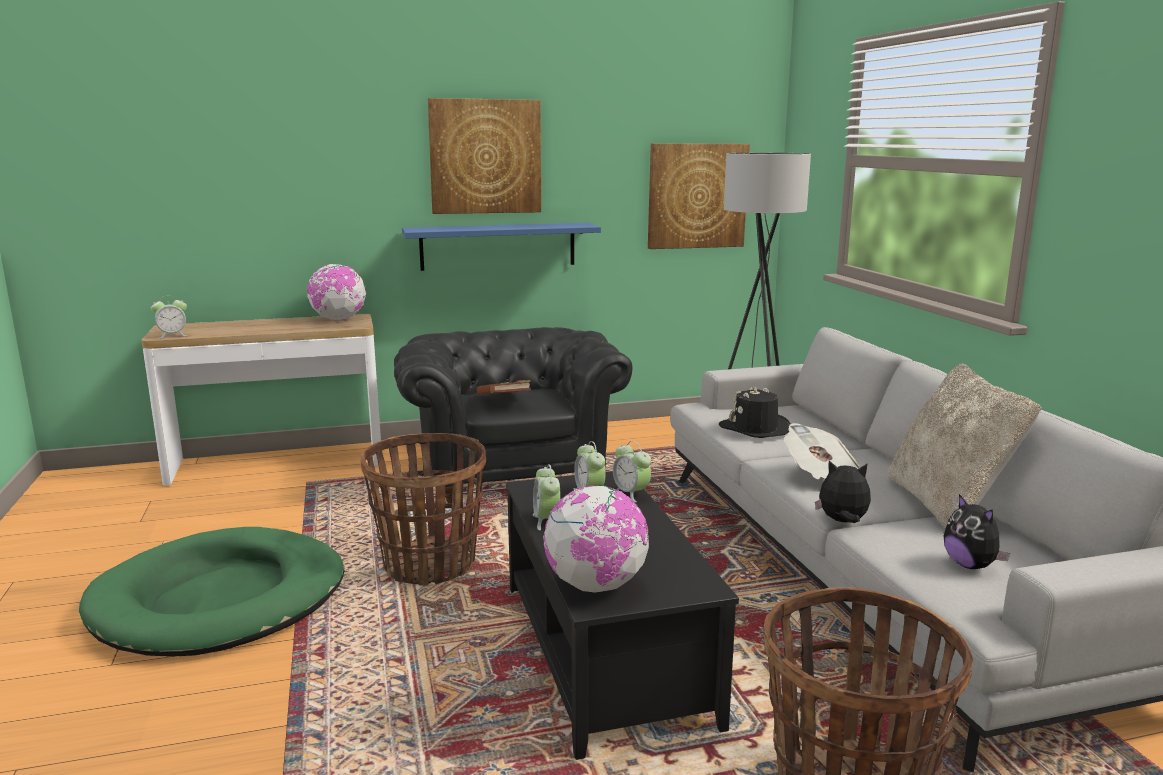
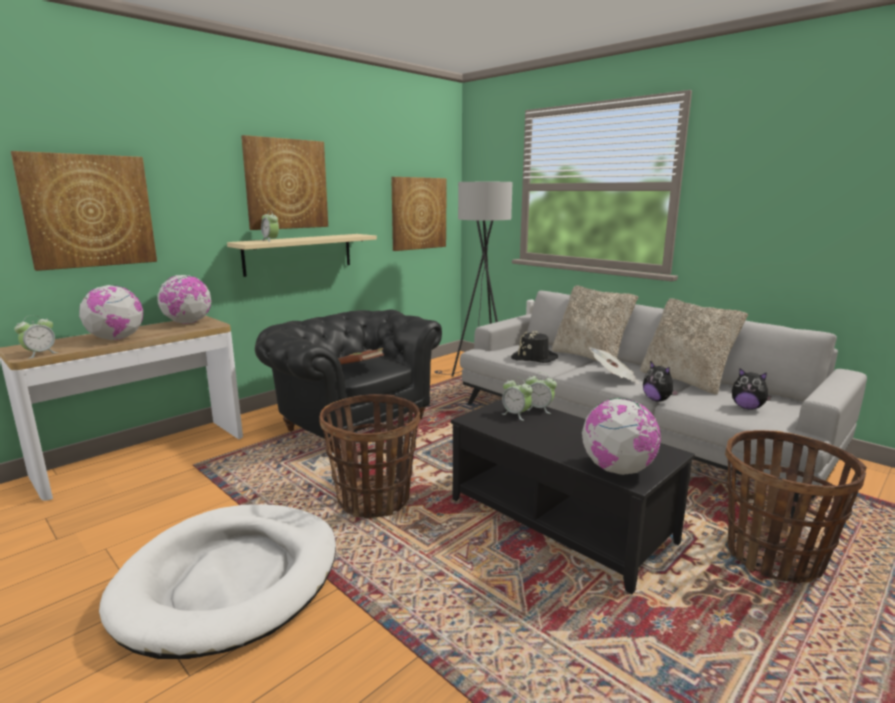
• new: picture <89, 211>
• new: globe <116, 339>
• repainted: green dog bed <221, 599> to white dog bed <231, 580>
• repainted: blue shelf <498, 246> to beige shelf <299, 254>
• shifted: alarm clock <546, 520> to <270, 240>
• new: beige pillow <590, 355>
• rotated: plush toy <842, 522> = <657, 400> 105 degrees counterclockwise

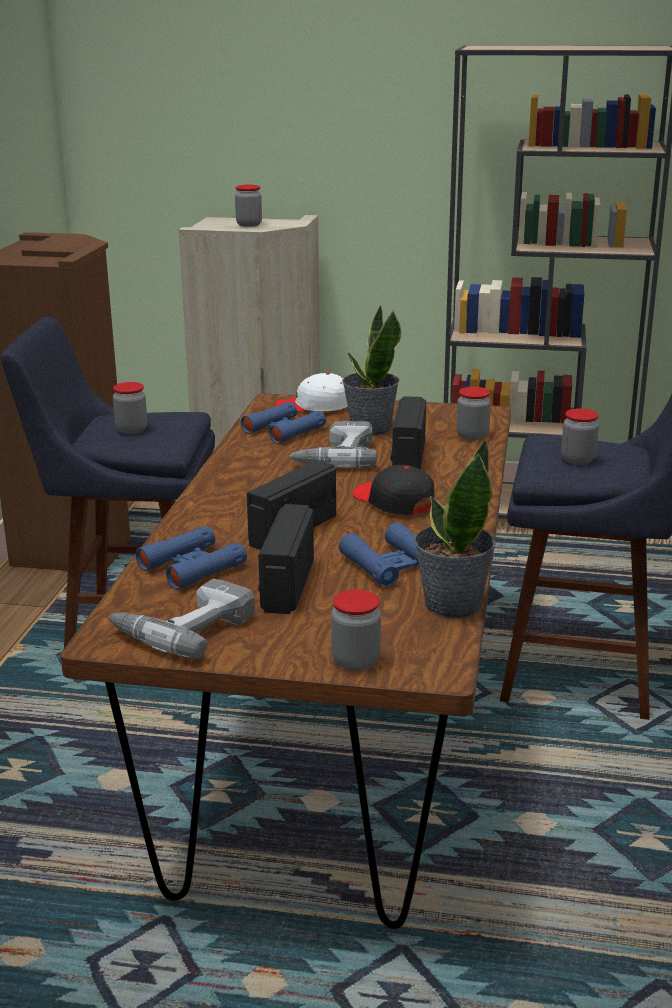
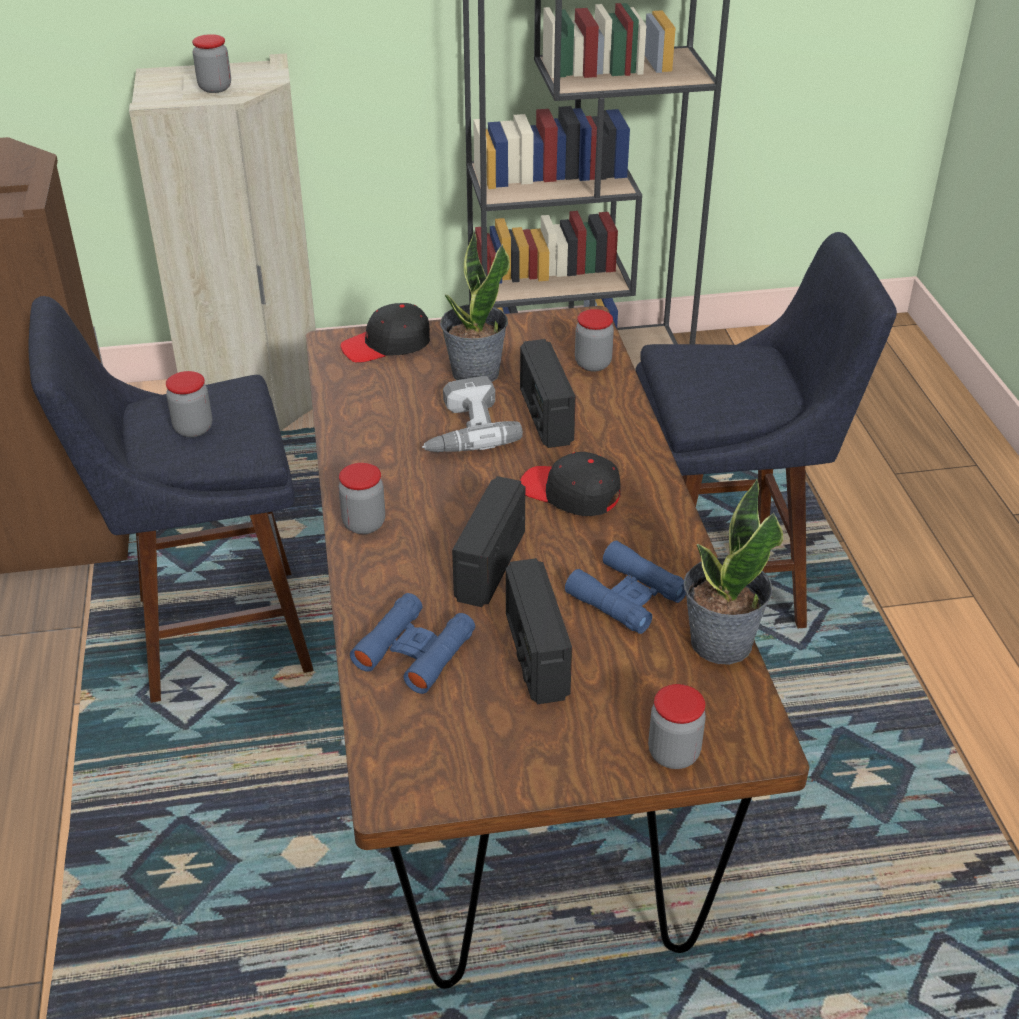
• shifted: jar <578, 460> to <364, 524>
• repainted: white cap <313, 406> to black cap <387, 345>
• gone: power drill <183, 628>
• gone: blue binoculars <284, 430>

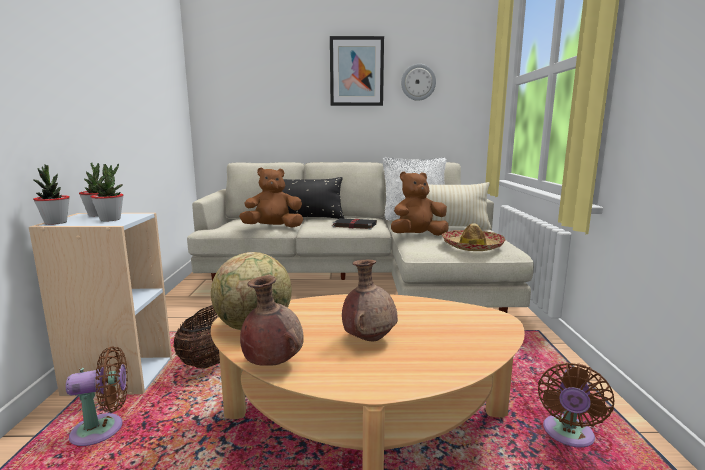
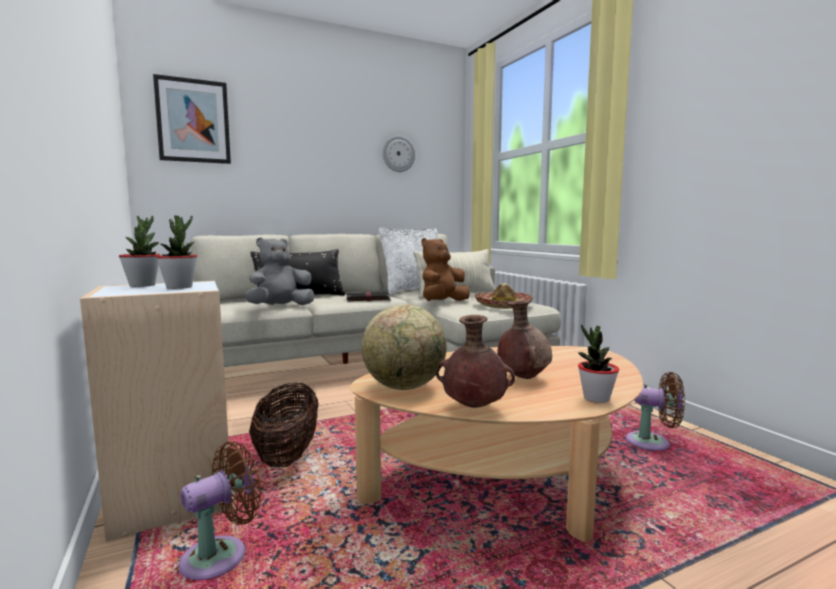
• shifted: picture <356, 71> to <193, 121>
• repainted: brown plush toy <273, 228> to grey plush toy <280, 307>
• shifted: potted plant <55, 222> to <596, 398>
• rotated: brown fan <567, 436> = <653, 443> 75 degrees counterclockwise

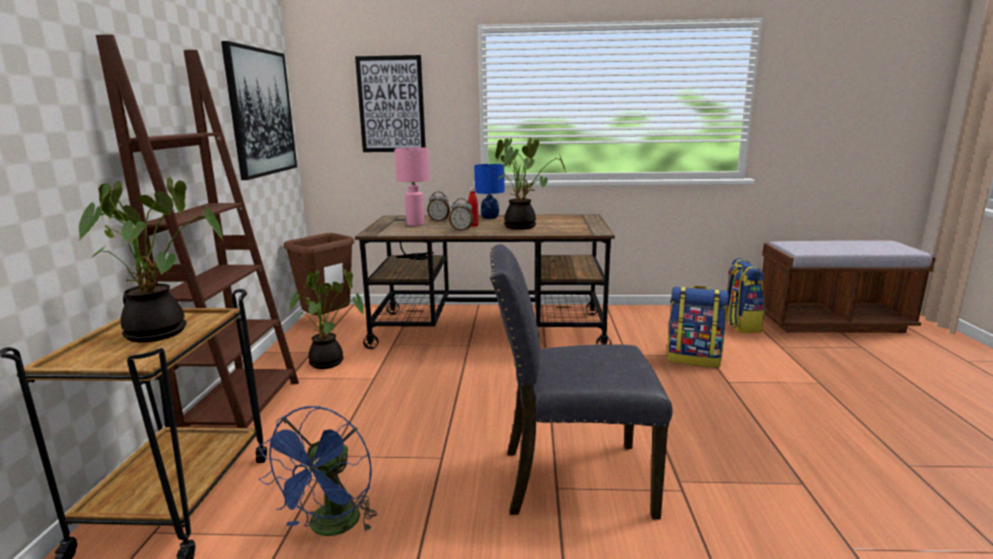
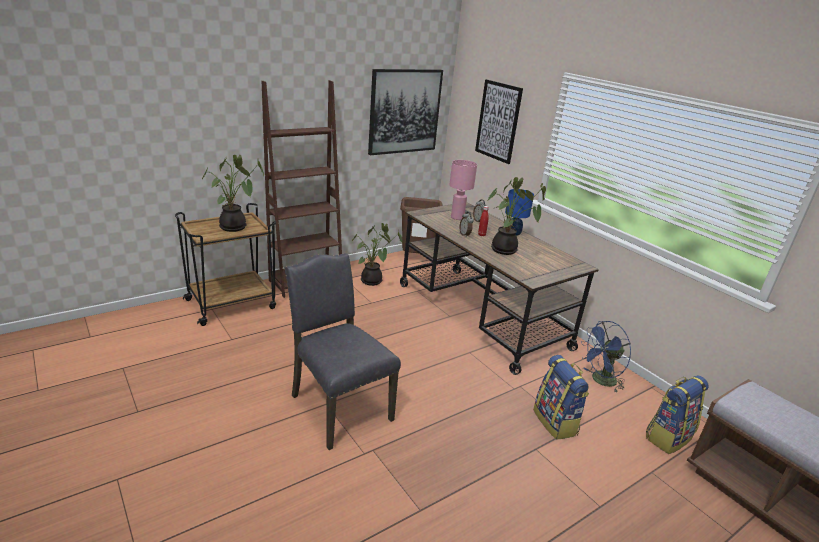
• shifted: blue fan <330, 528> to <600, 381>

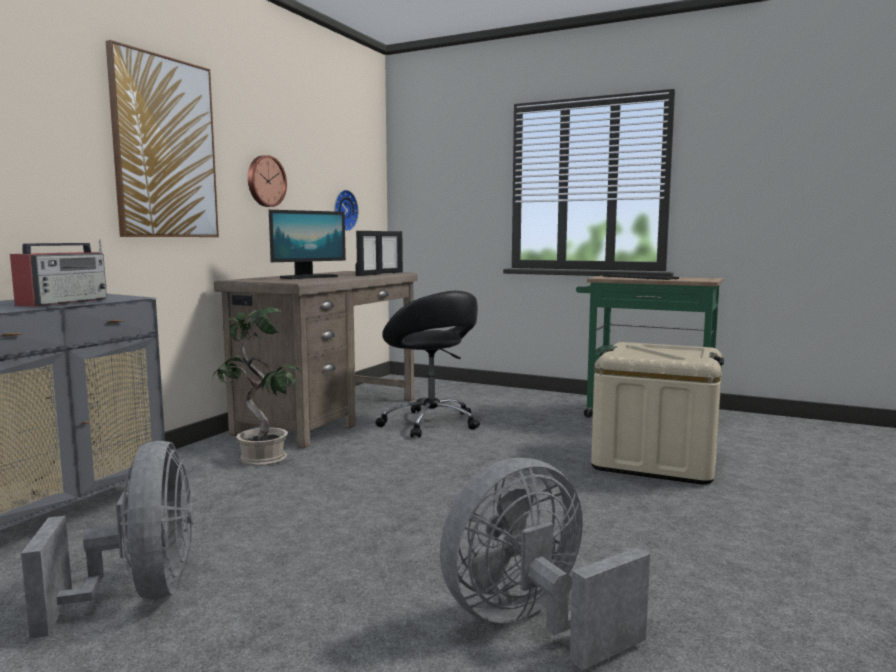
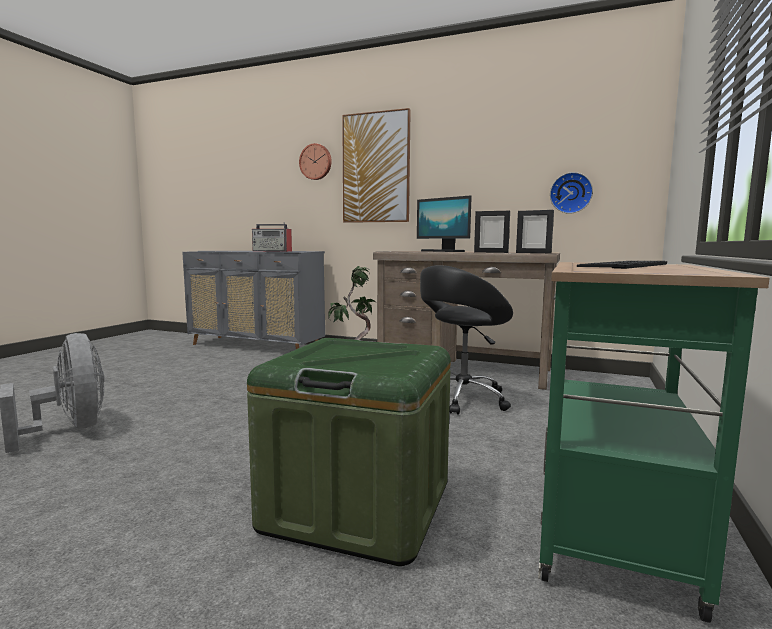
• repainted: beige storage box <655, 460> to green storage box <358, 505>
• shifted: wall clock <265, 181> to <316, 162>
• gone: grey fan <140, 594>

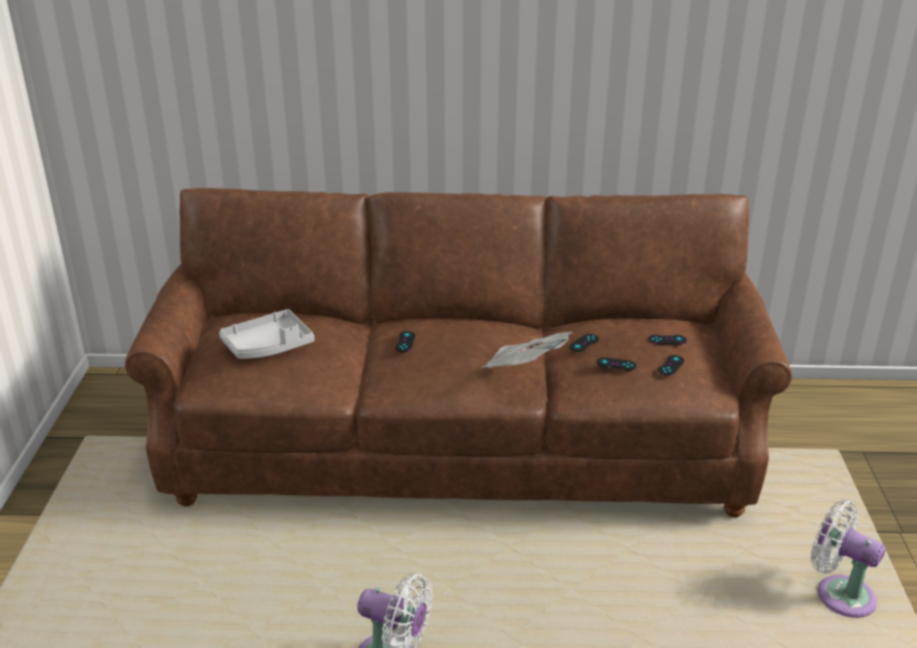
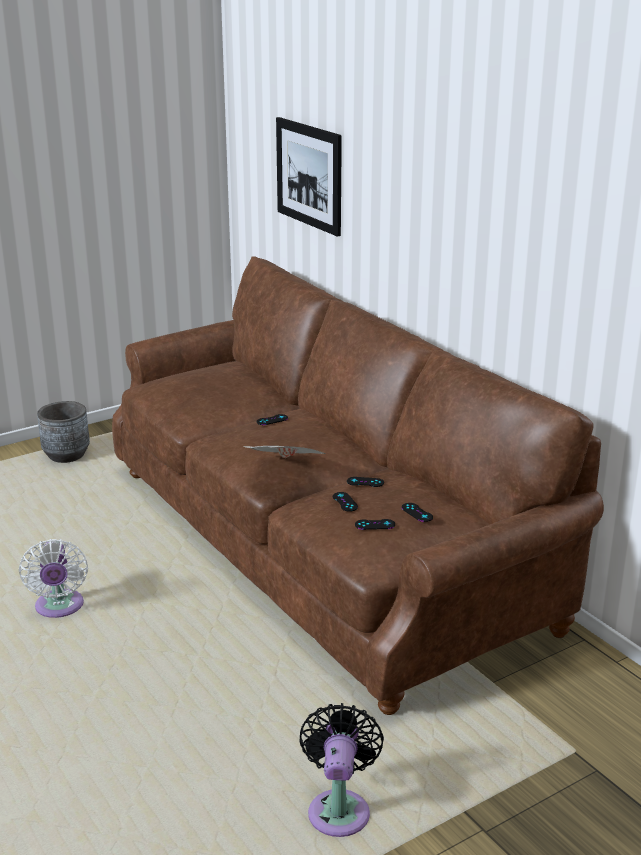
• new: grey planter <66, 456>
• new: picture <309, 175>
• repainted: white fan <839, 594> to black fan <339, 808>
• gone: grey tray <268, 346>

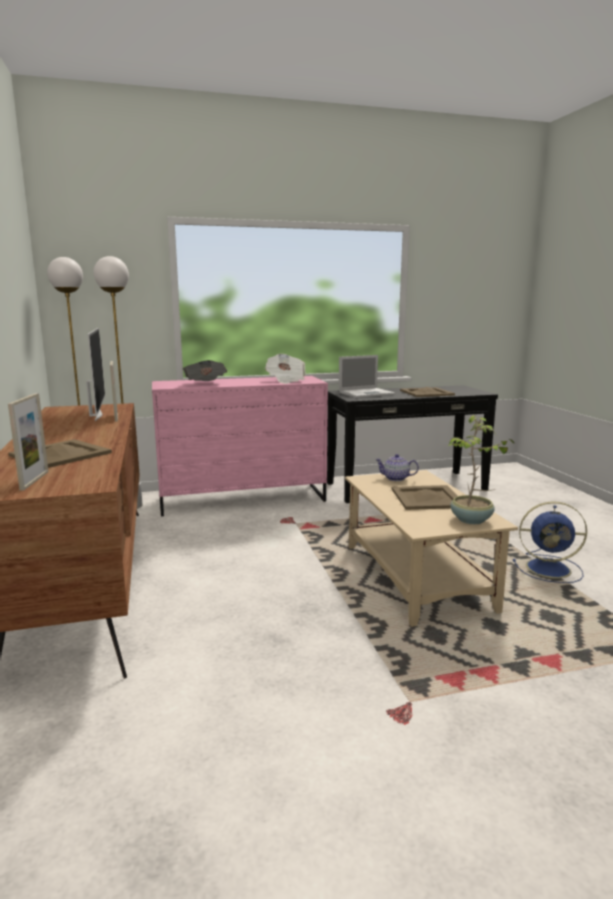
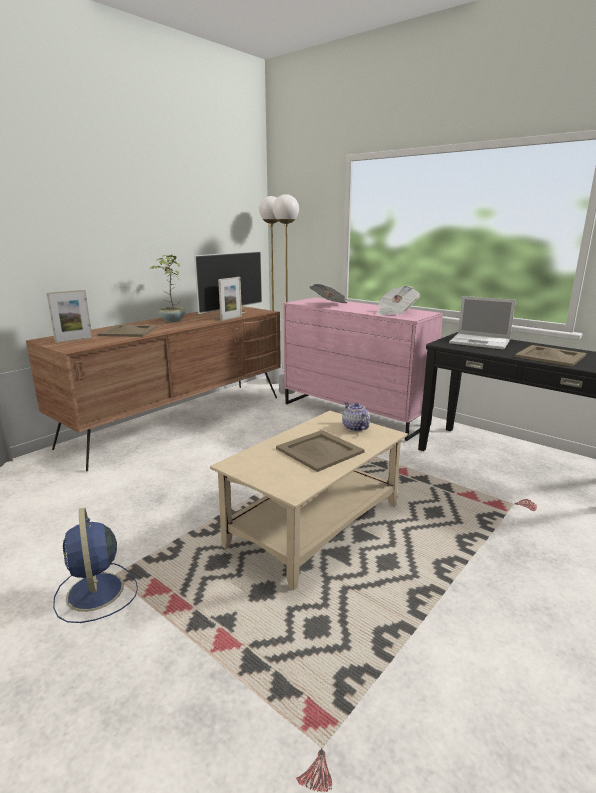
• shifted: blue fan <550, 568> to <95, 593>
• shifted: potted plant <472, 520> to <172, 320>

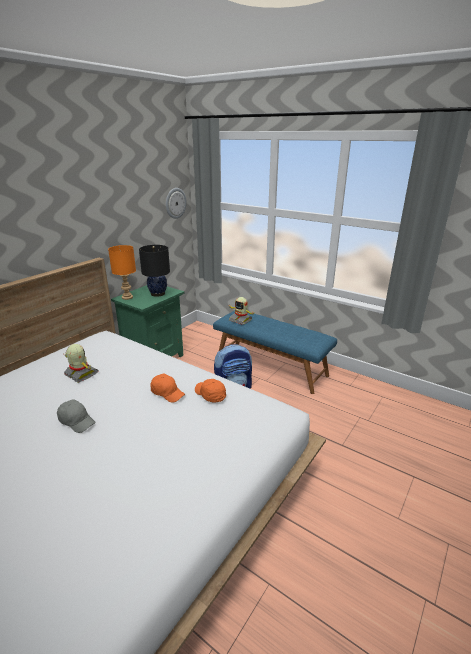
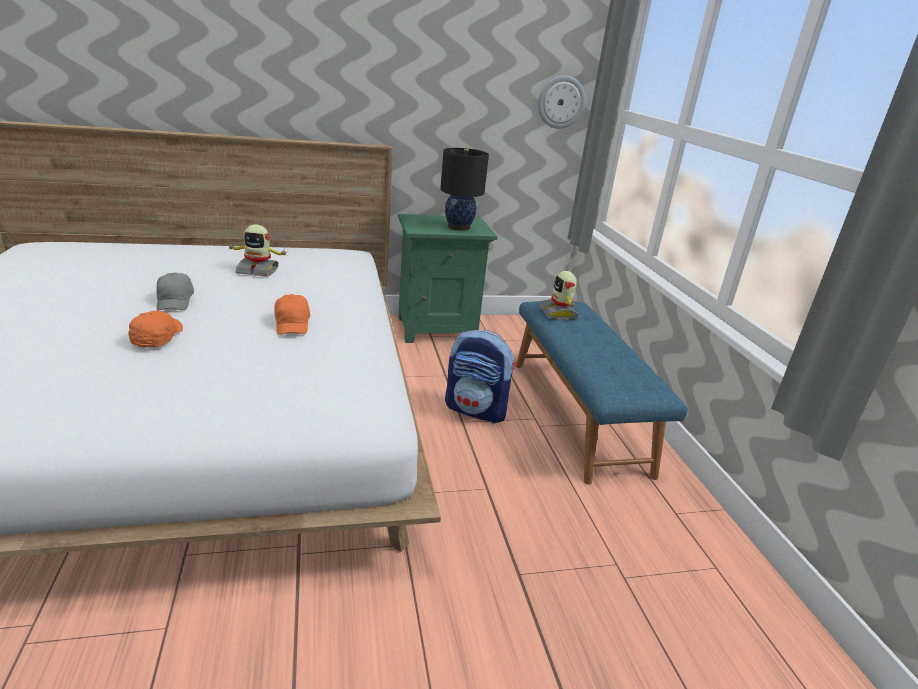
• shifted: orange cap <210, 395> to <157, 338>
• rotated: toy robot <81, 374> = <258, 270> 105 degrees clockwise
• gone: orange table lamp <127, 297>

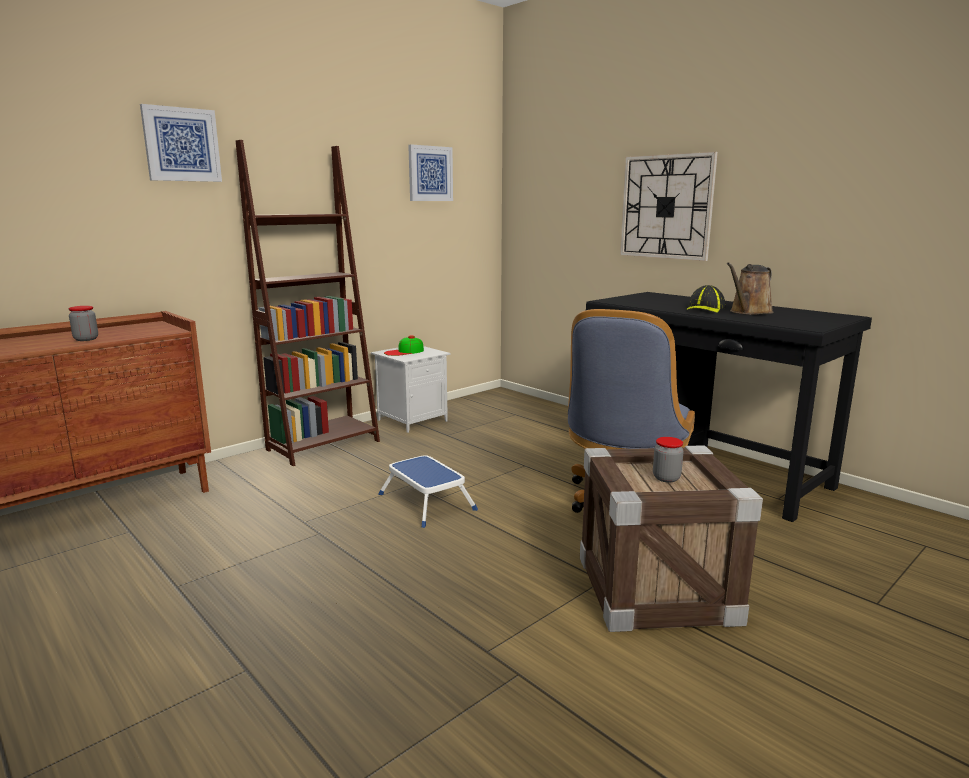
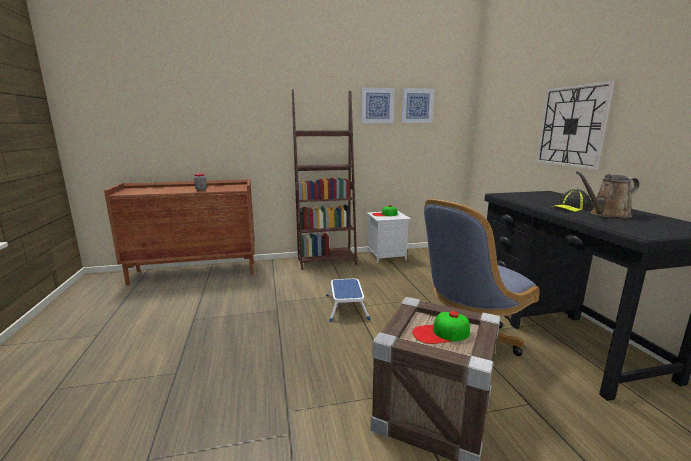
• shifted: picture <181, 144> to <377, 105>
• swapped: jar <666, 478> to cap <441, 333>

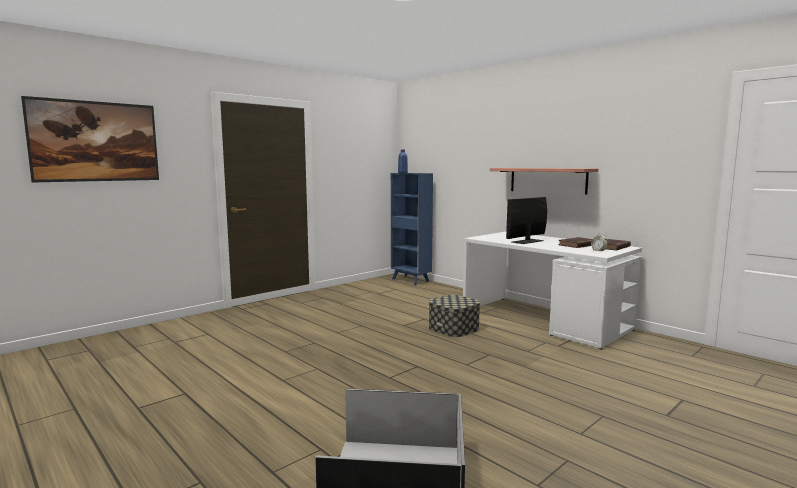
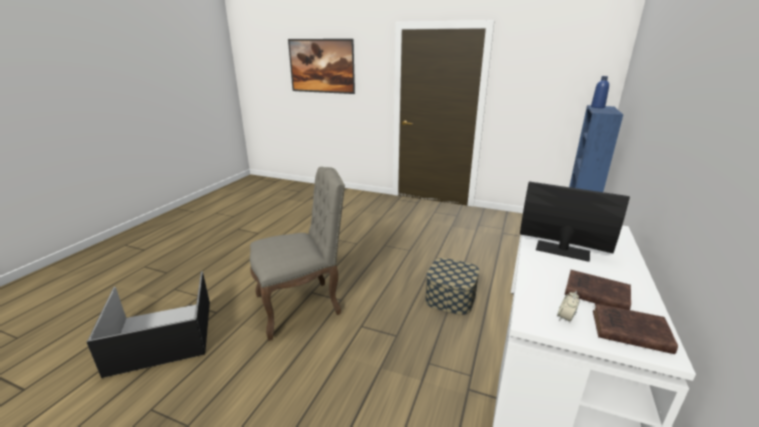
• new: grey chair <300, 306>
• gone: shelf <547, 180>

